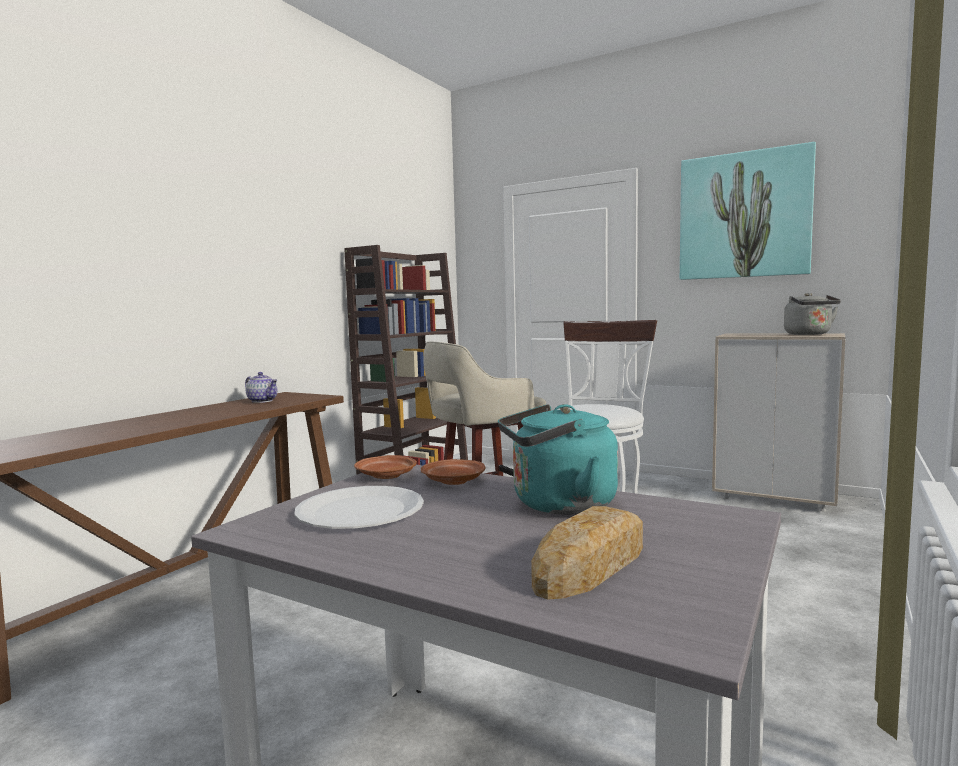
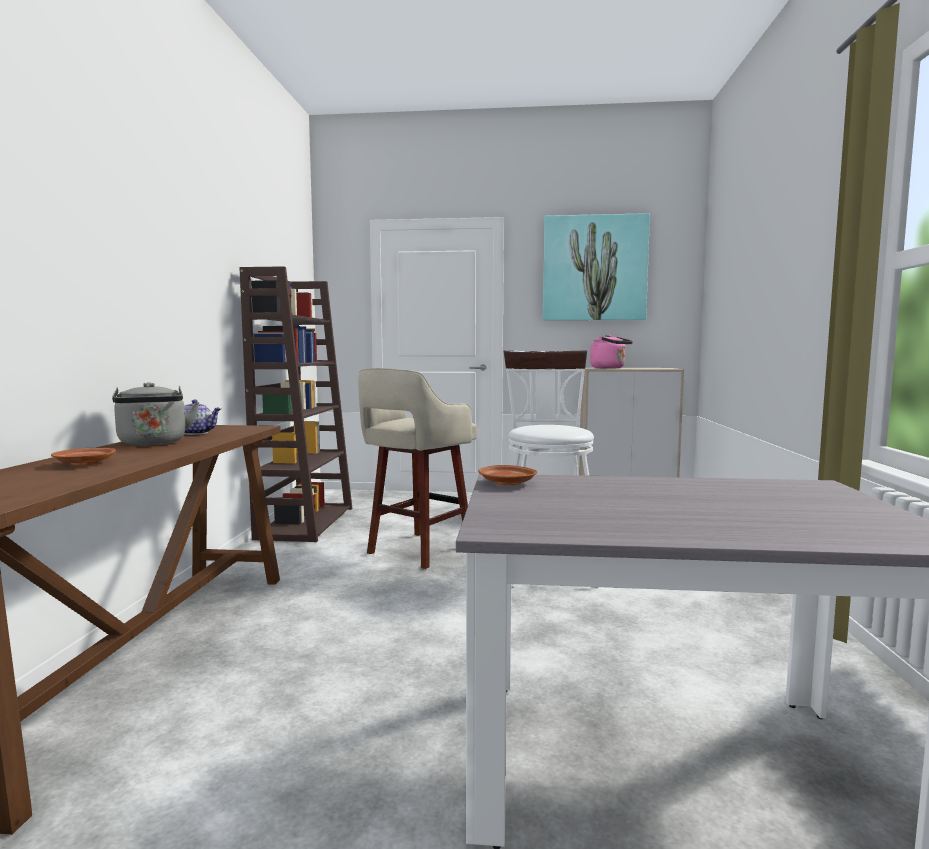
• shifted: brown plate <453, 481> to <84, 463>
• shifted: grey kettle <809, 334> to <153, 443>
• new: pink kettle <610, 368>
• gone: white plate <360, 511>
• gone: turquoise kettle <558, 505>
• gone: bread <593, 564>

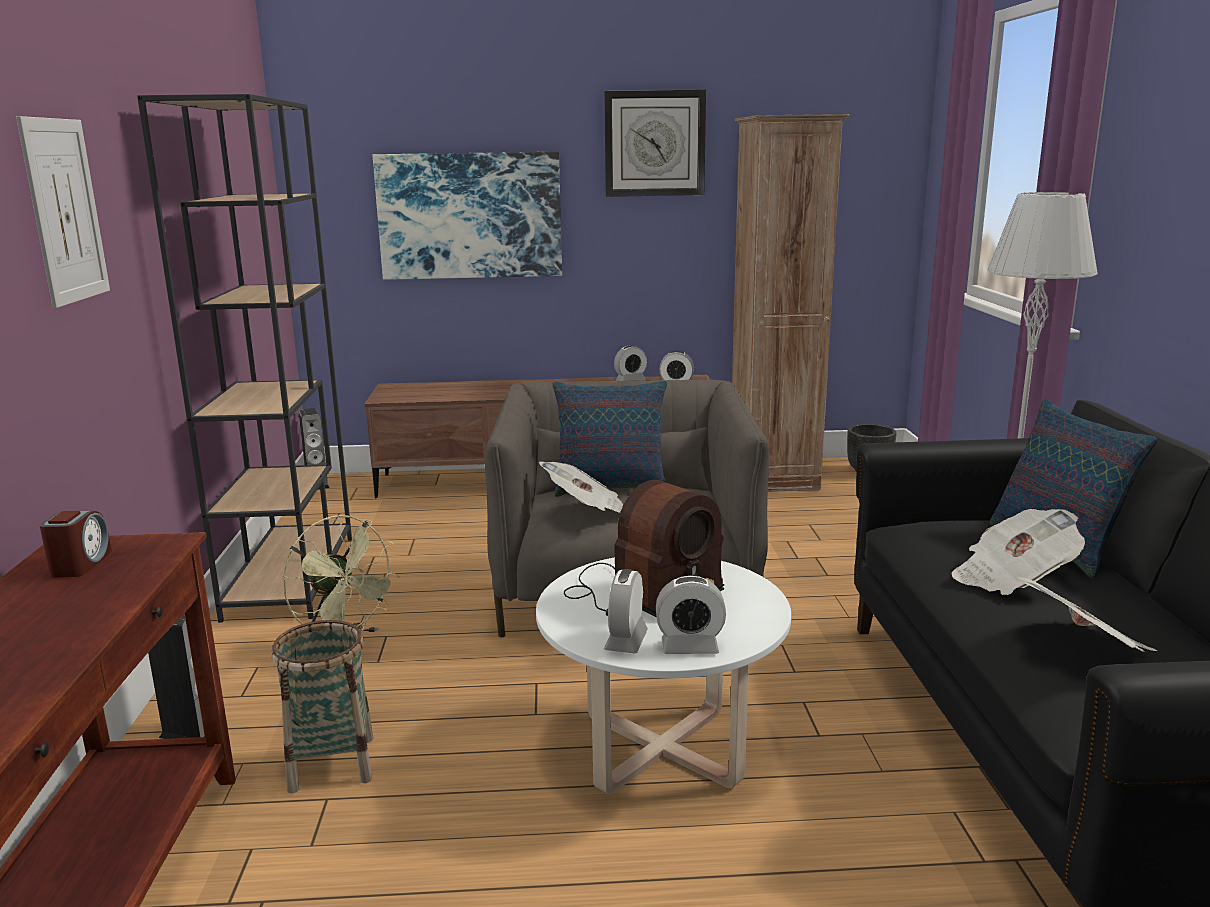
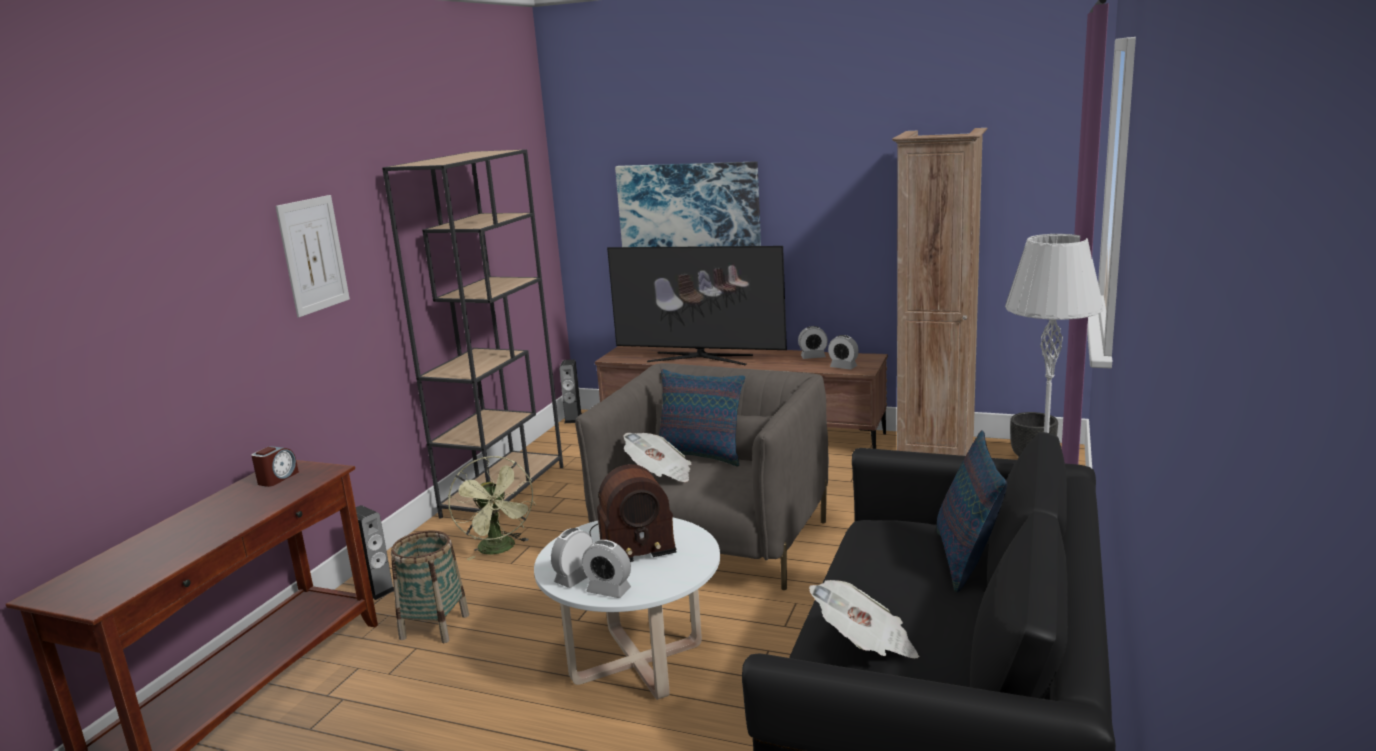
• new: television <700, 358>
• gone: wall clock <654, 143>
• gone: newspaper <1012, 579>

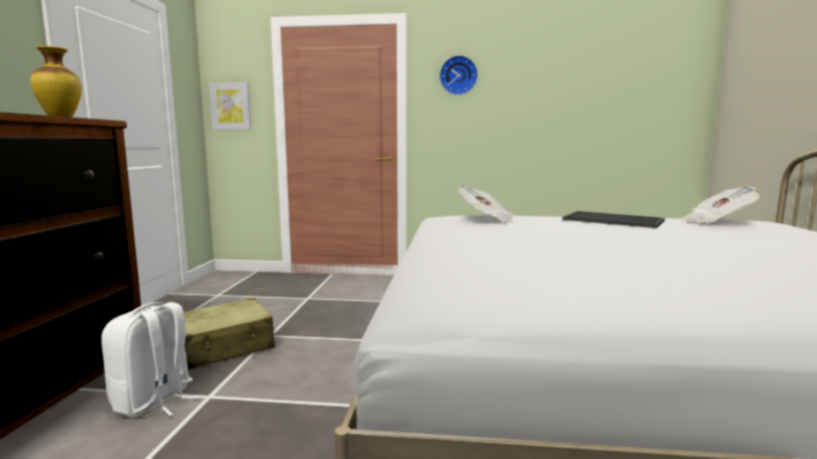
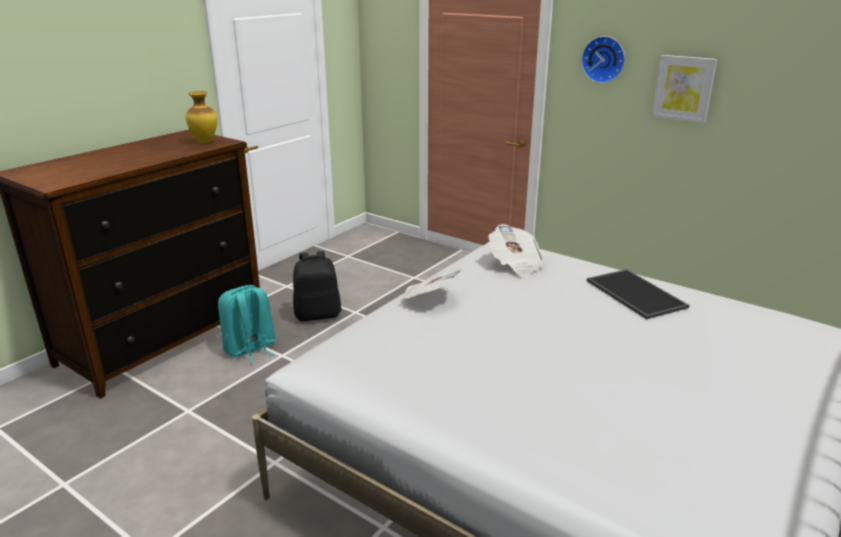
• repainted: white backpack <154, 402> to turquoise backpack <250, 349>
• swapped: beige suitcase <225, 347> to black backpack <318, 314>
• shifted: newspaper <716, 222> to <429, 298>
• shifted: picture <231, 106> to <683, 88>

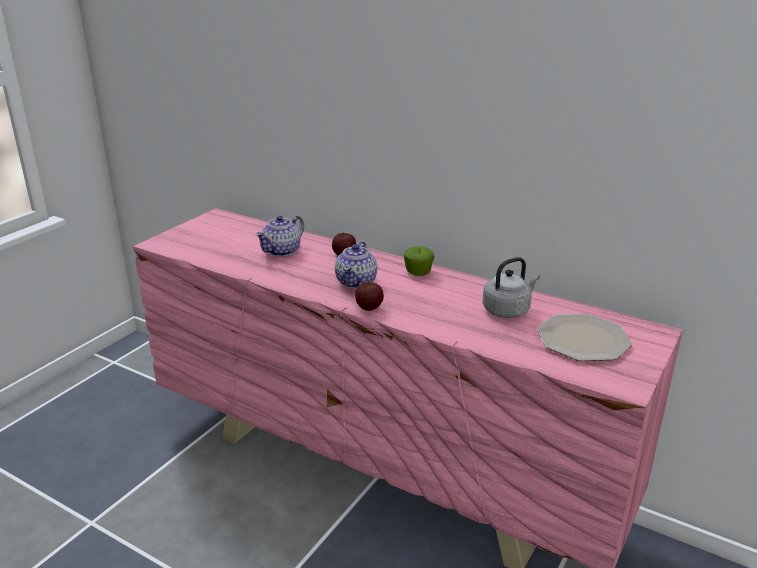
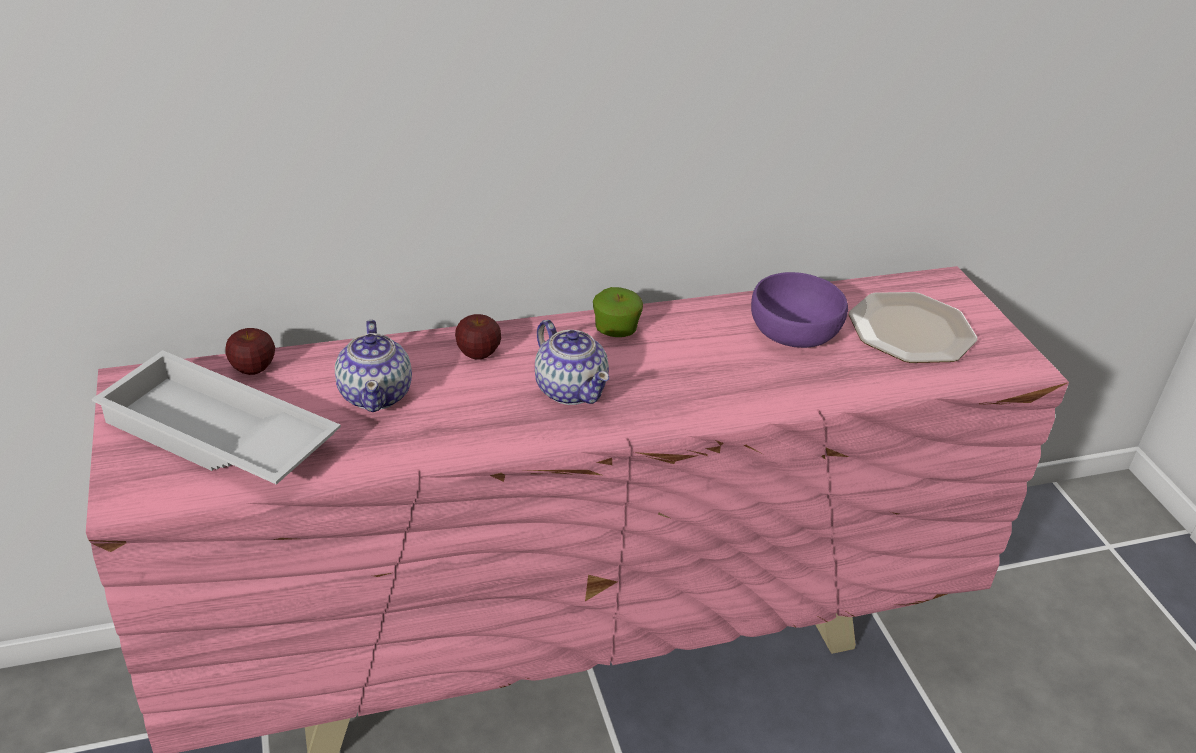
• new: white tray <215, 437>
• shifted: apple <369, 307> to <253, 368>
• swapped: grey kettle <508, 310> to purple bowl <792, 332>

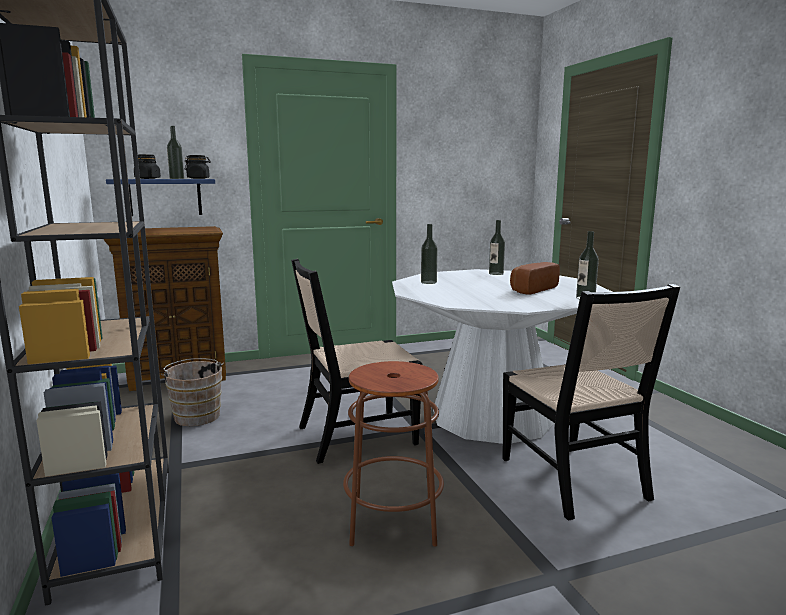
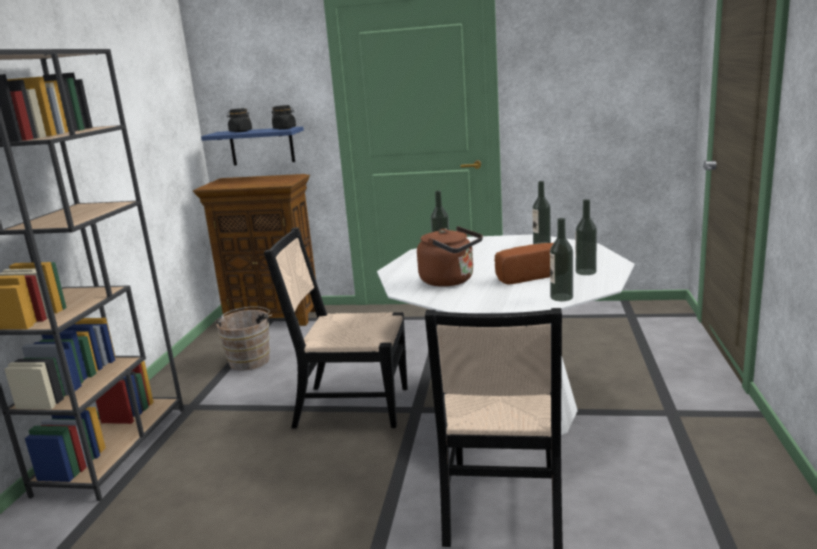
• new: brown kettle <450, 281>
• shifted: bottle <176, 178> to <585, 272>
• gone: brown stool <393, 520>

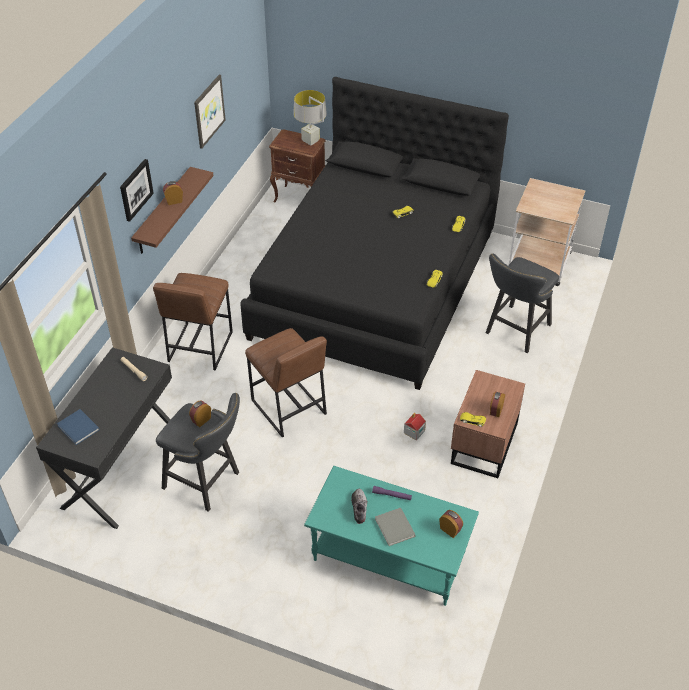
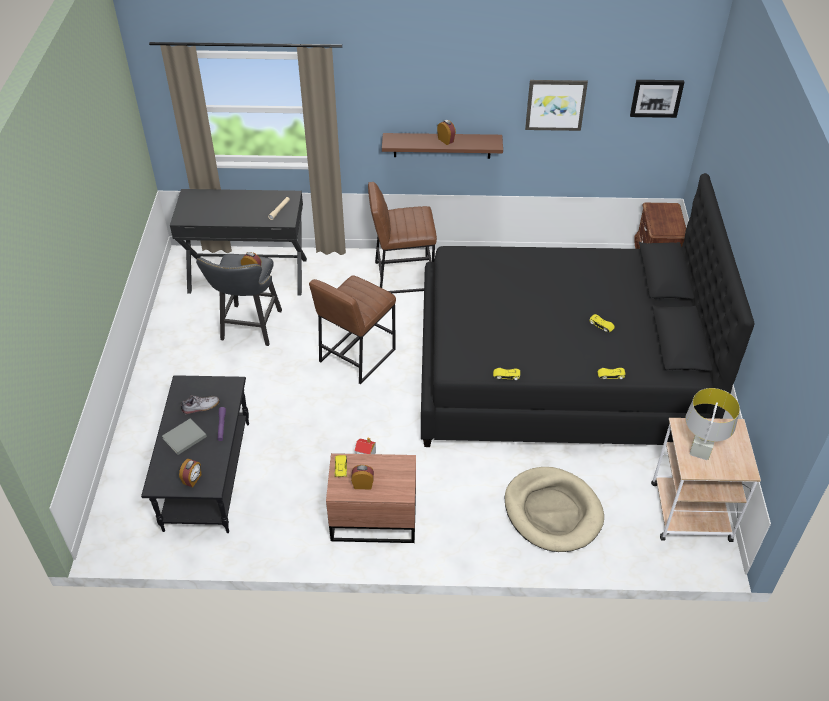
• repainted: turquoise coffee table <388, 557> to black coffee table <206, 474>
• swapped: grey stool <514, 333> to beige dog bed <552, 512>
• shifted: picture <135, 189> to <656, 97>
• shifted: grey table lamp <310, 141> to <700, 451>
• gone: blue book <79, 428>

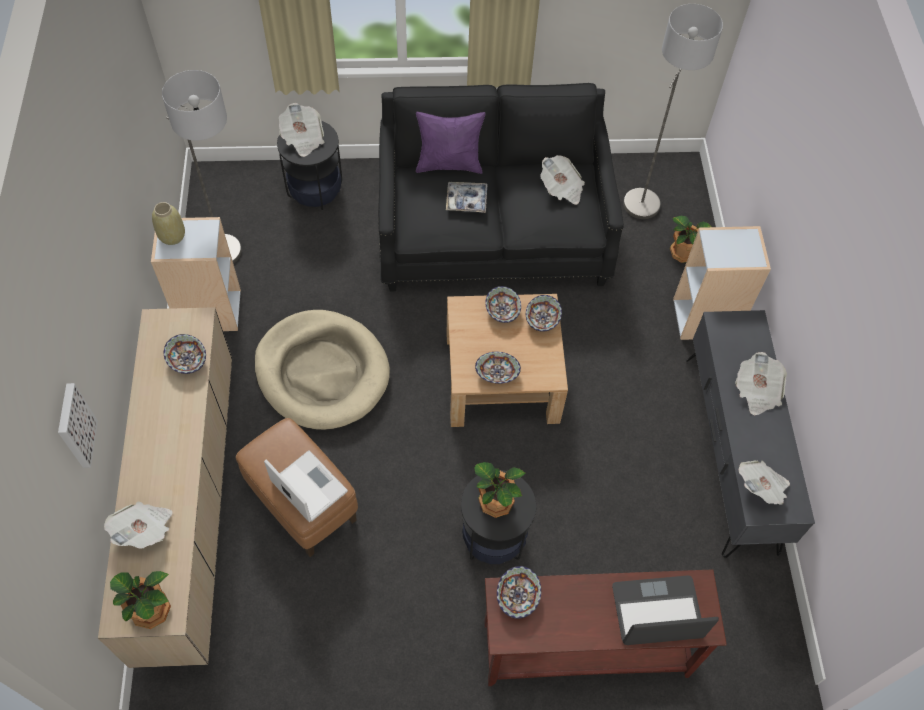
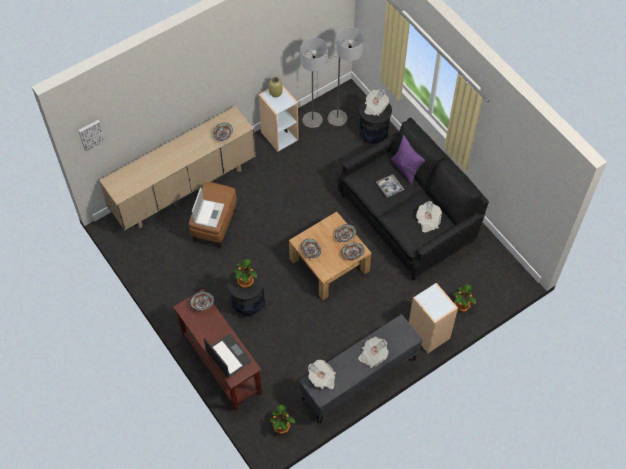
• shifted: picture <74, 426> to <91, 134>
• shifted: potted plant <151, 609> to <282, 426>
• shifted: grey floor lamp <645, 197> to <343, 118>
• gone: newspaper <144, 530>
• gone: beige dog bed <322, 372>

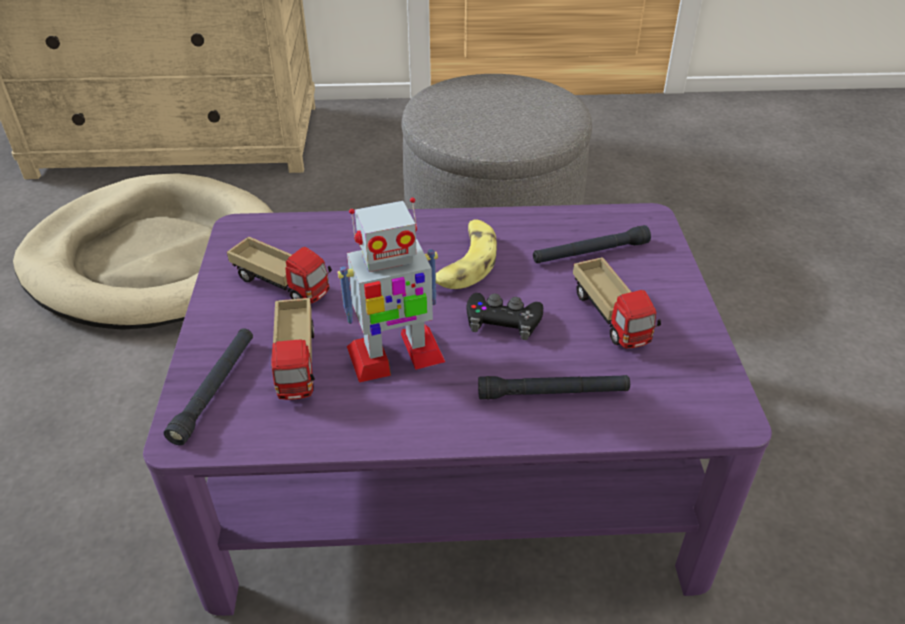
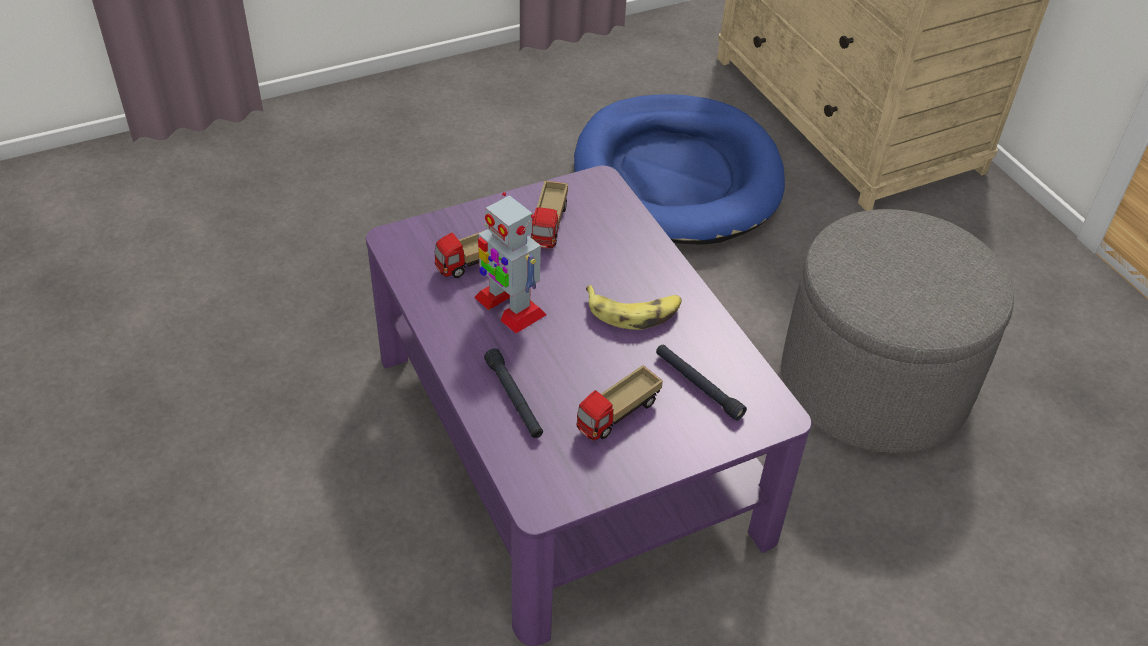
• repainted: beige dog bed <154, 258> to blue dog bed <677, 176>
• gone: black flashlight <215, 389>
• gone: black game controller <503, 321>

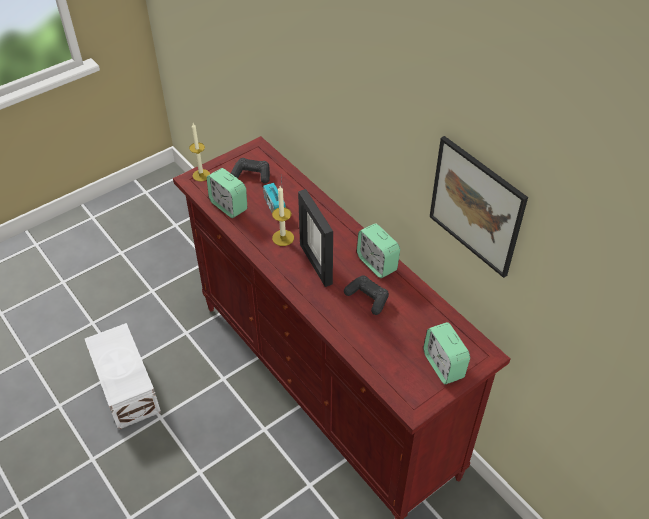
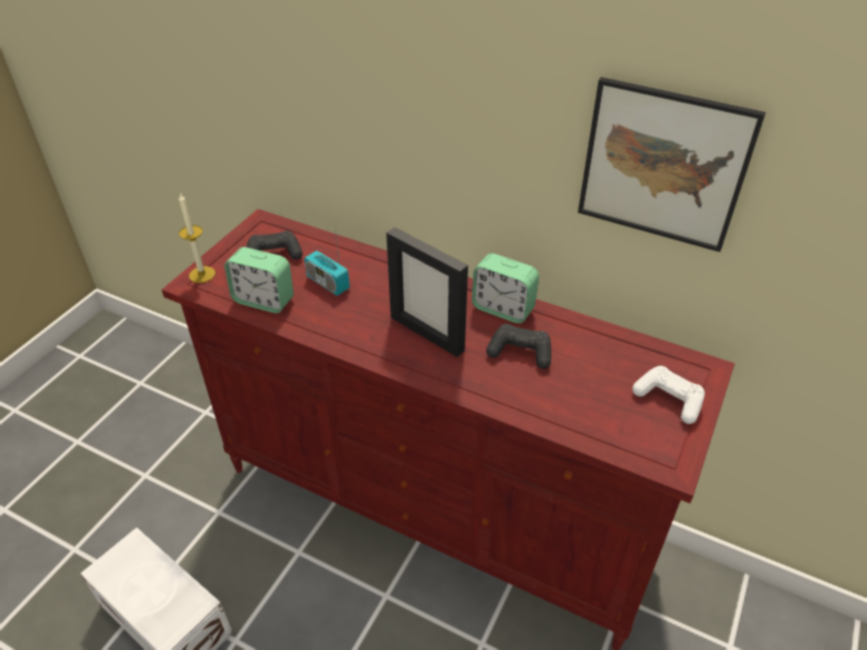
• swapped: alarm clock <443, 365> to white game controller <668, 400>
• gone: candle <283, 238>

